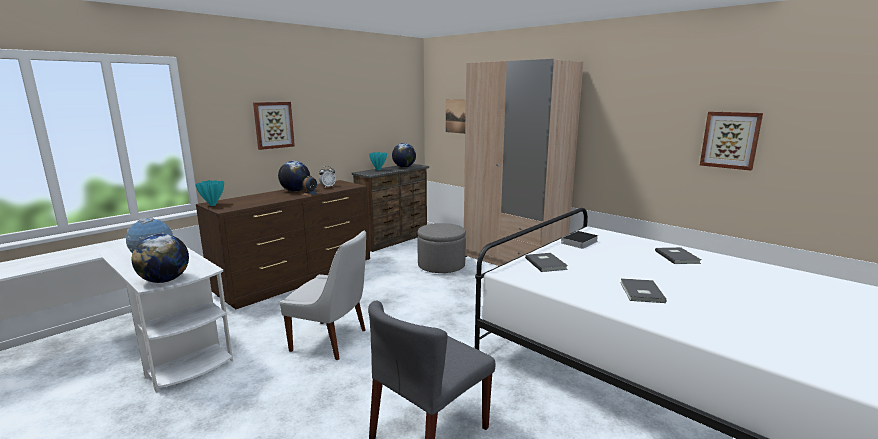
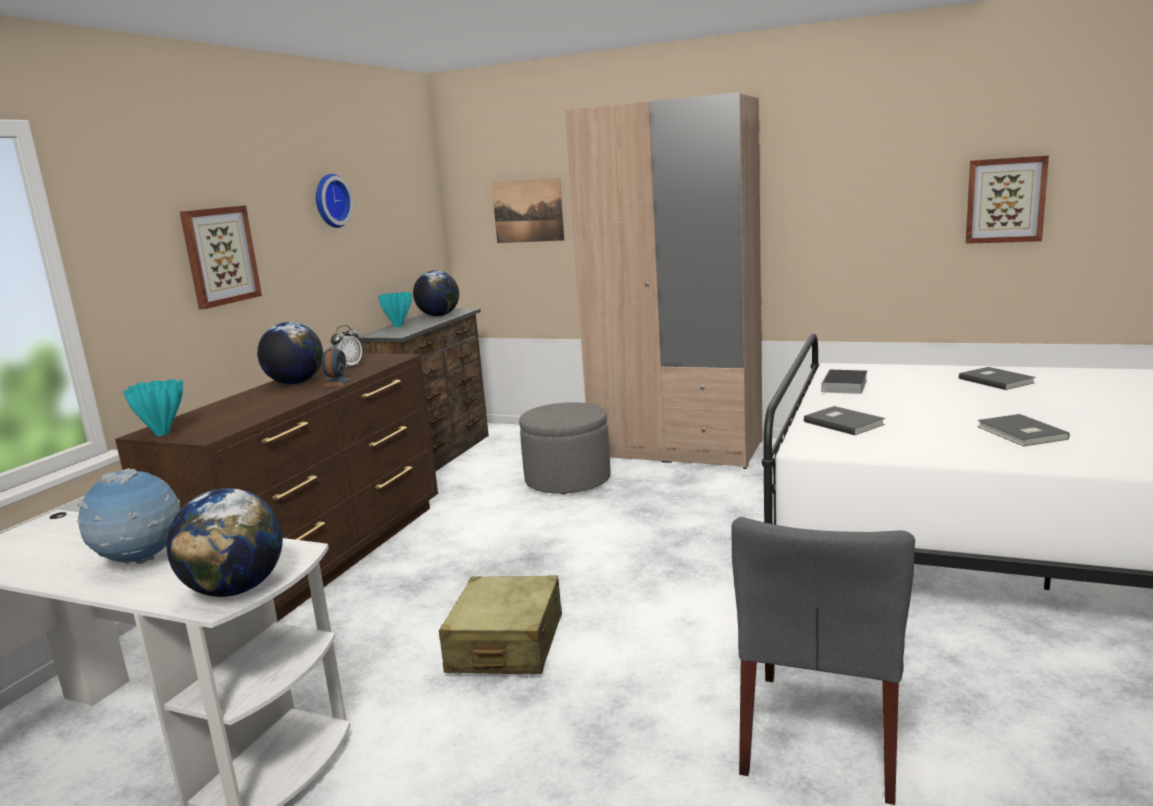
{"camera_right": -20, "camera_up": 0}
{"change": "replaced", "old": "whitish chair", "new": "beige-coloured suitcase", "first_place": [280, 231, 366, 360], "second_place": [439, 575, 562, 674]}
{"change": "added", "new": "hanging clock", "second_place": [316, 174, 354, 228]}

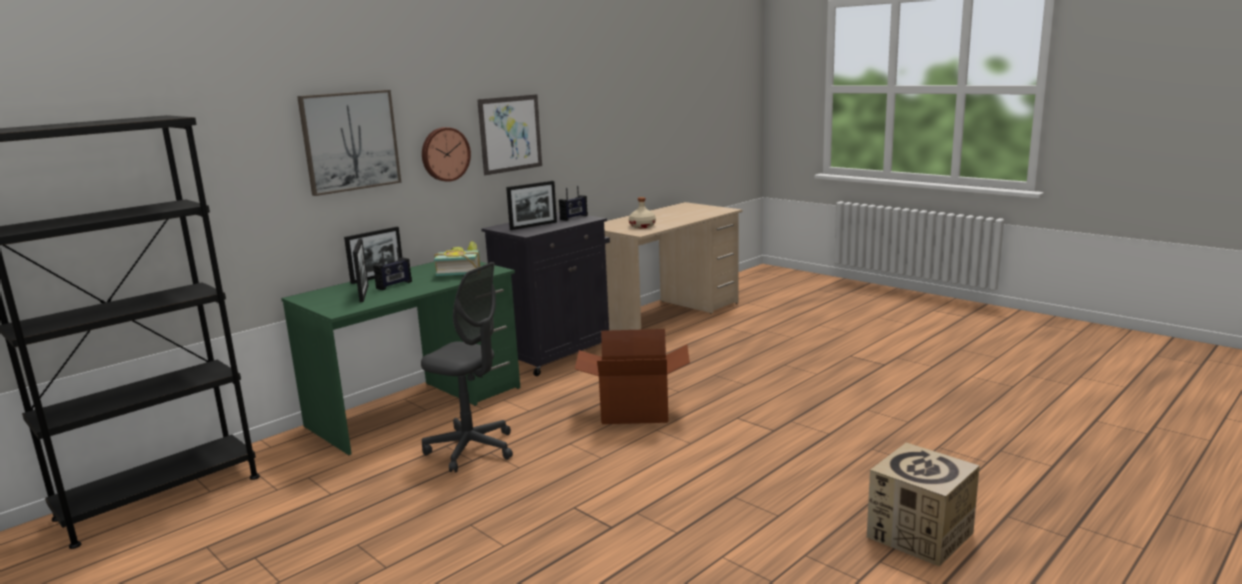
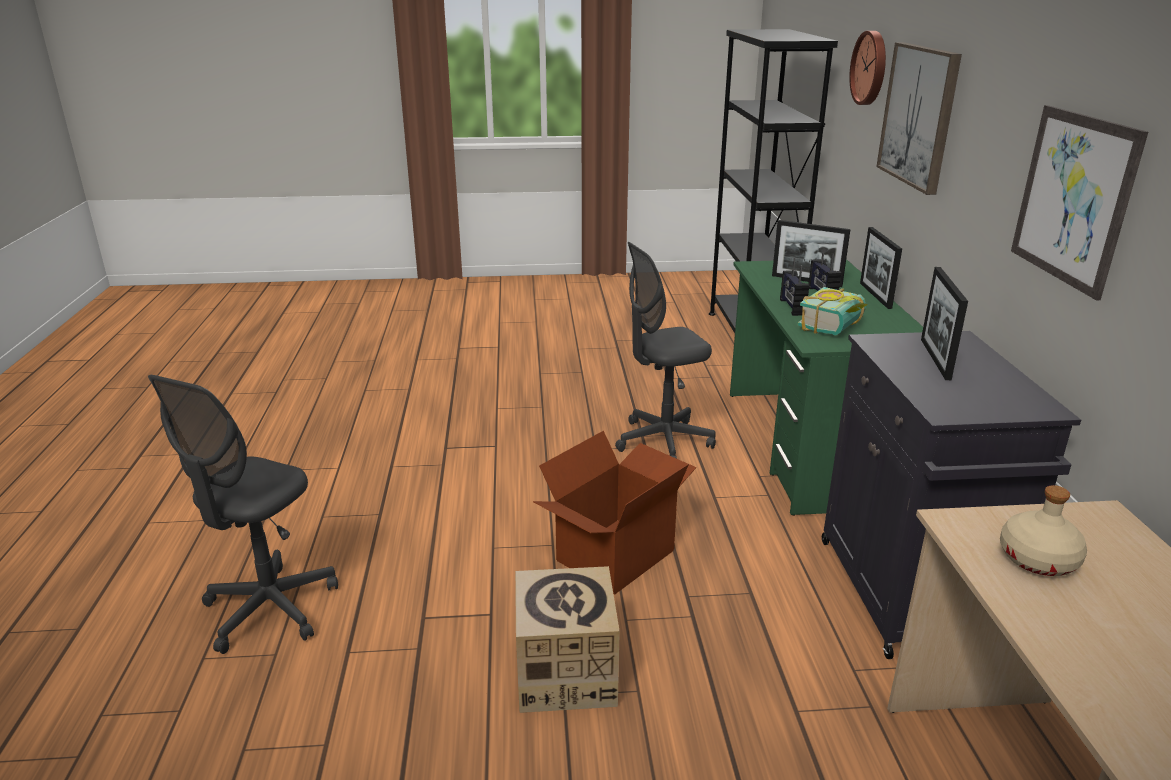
{"camera_right": 130, "camera_up": 10}
{"change": "moved", "old": "hanging clock", "first_place": [422, 127, 471, 182], "second_place": [849, 31, 886, 105]}
{"change": "moved", "old": "radio receiver", "first_place": [559, 186, 588, 221], "second_place": [780, 258, 809, 316]}
{"change": "moved", "old": "packing box", "first_place": [867, 442, 980, 567], "second_place": [515, 566, 620, 713]}
{"change": "added", "new": "grey desk chair", "second_place": [148, 375, 338, 654]}

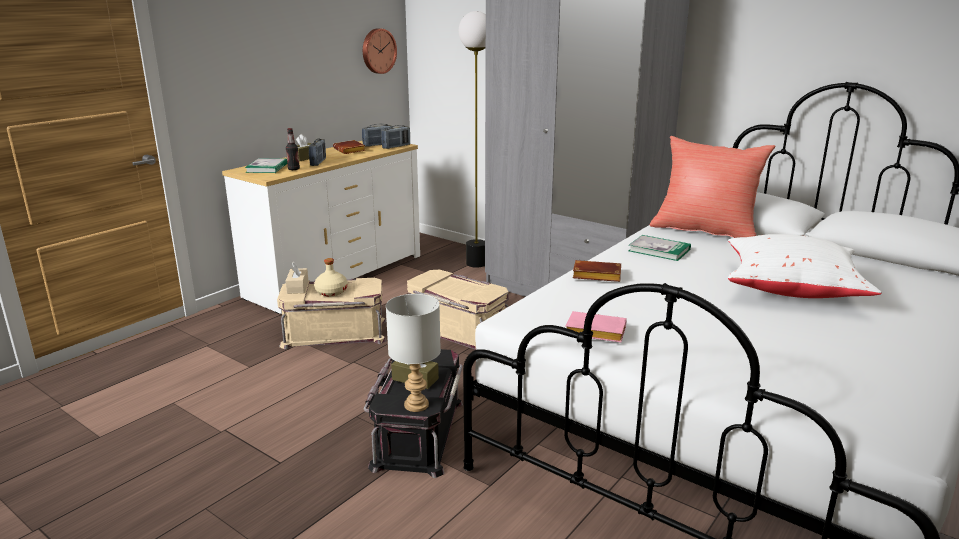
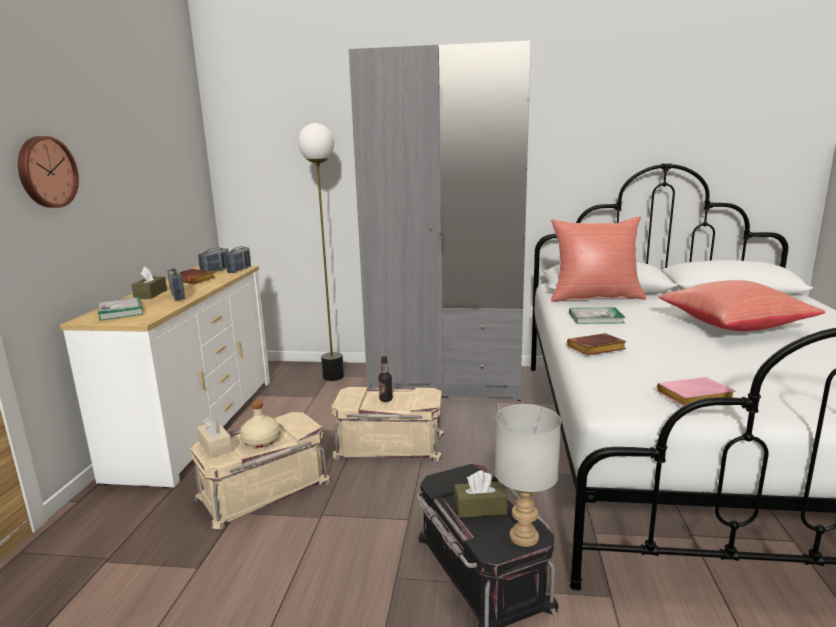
{"camera_right": -30, "camera_up": -5}
{"change": "moved", "old": "hanging clock", "first_place": [363, 28, 397, 74], "second_place": [18, 136, 79, 208]}
{"change": "moved", "old": "bottle", "first_place": [286, 128, 300, 170], "second_place": [378, 356, 393, 402]}
{"change": "recoloured", "old": "whitish cushion", "new": "red-coloured cushion", "first_place": [728, 234, 882, 298], "second_place": [659, 280, 826, 331]}

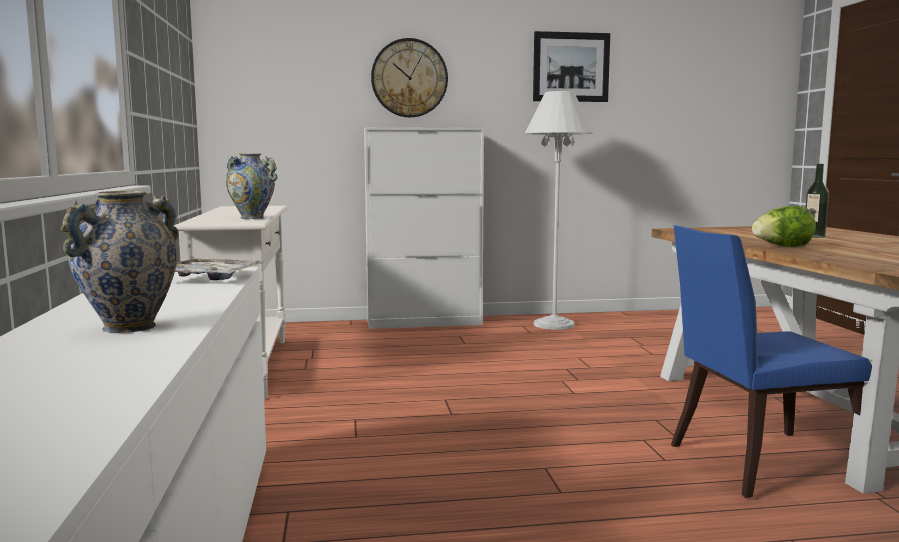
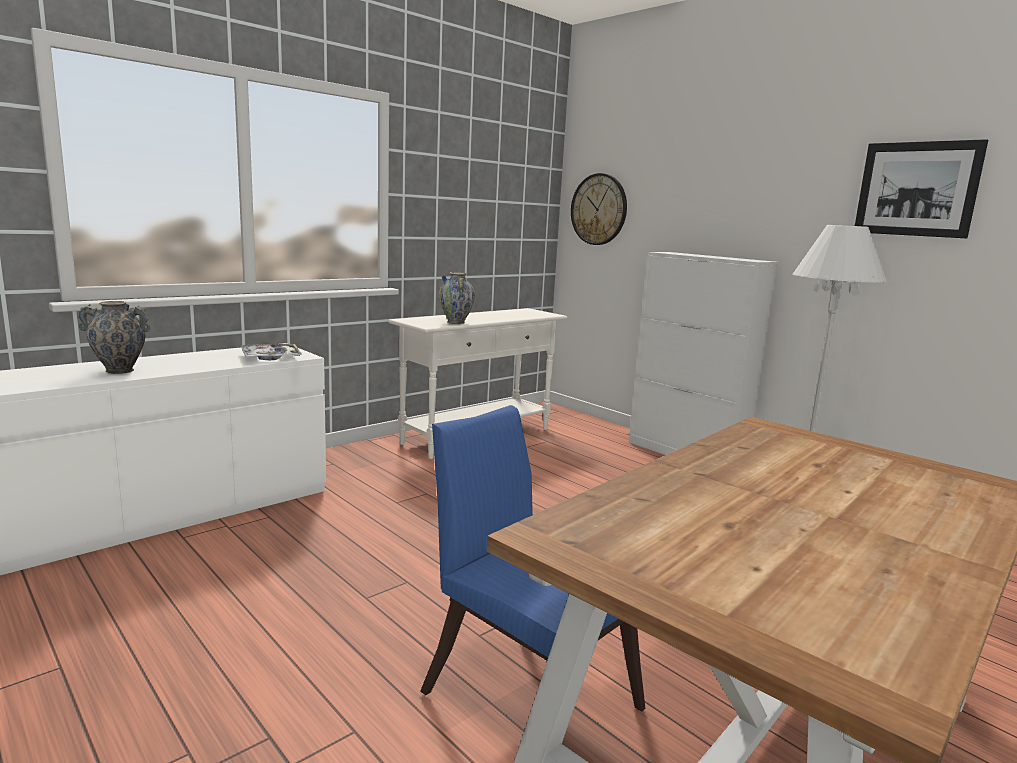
{"camera_right": 55, "camera_up": 5}
{"change": "moved", "old": "hanging clock", "first_place": [371, 38, 448, 117], "second_place": [571, 173, 627, 245]}
{"change": "removed", "old": "bottle", "first_place": [806, 164, 829, 238]}
{"change": "removed", "old": "lettuce head", "first_place": [752, 206, 816, 247]}

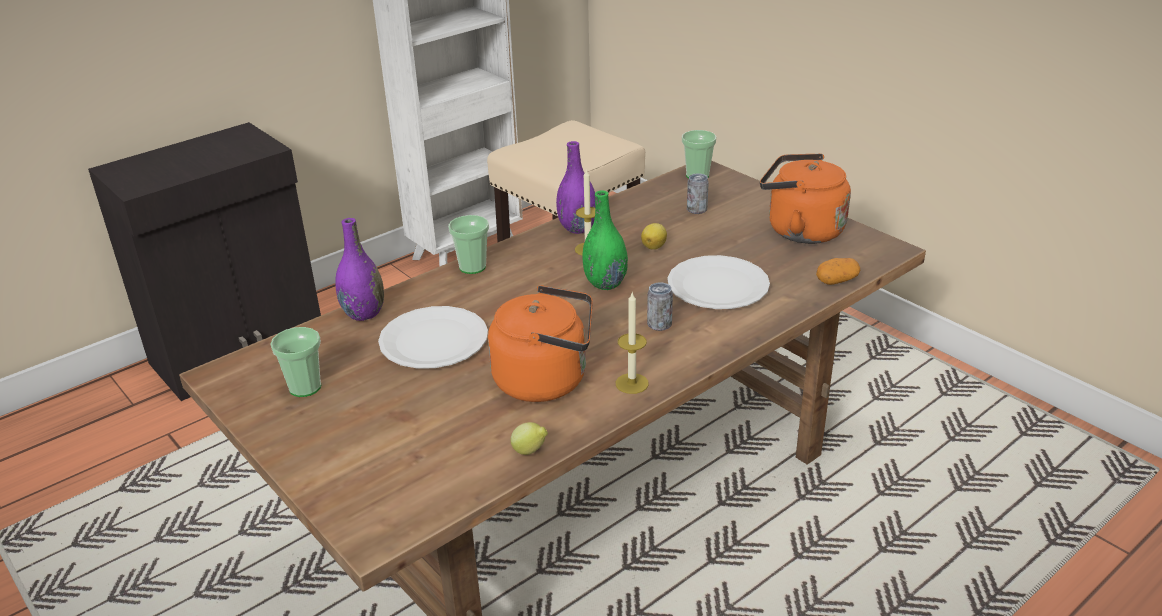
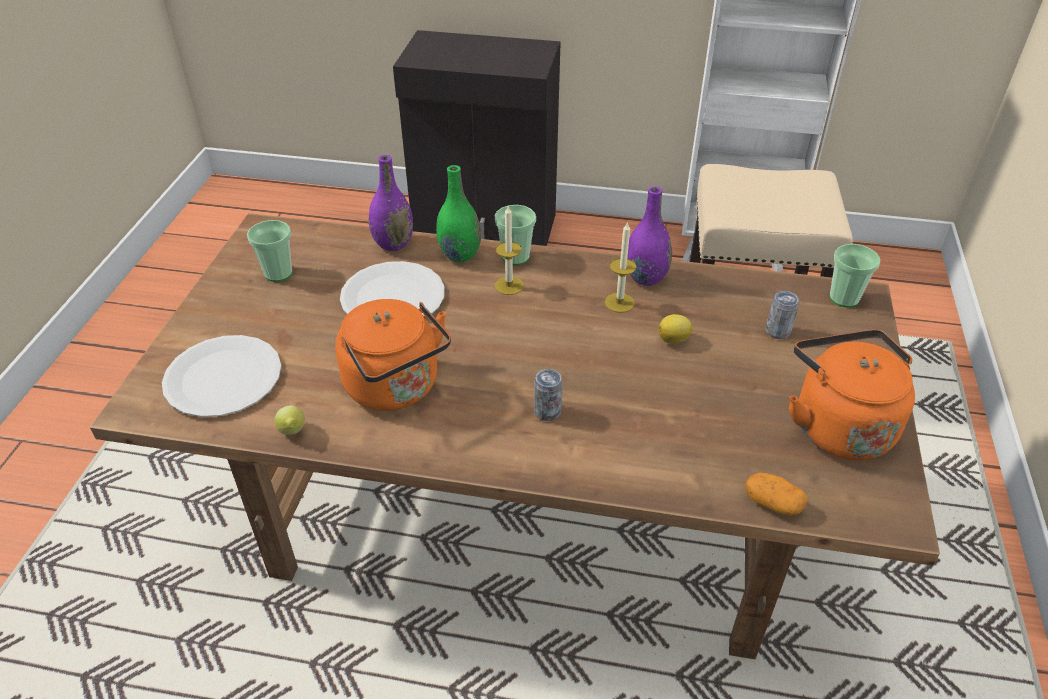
{"camera_right": 50, "camera_up": 10}
{"change": "moved", "old": "green-coloured vase", "first_place": [583, 191, 628, 290], "second_place": [436, 165, 481, 262]}
{"change": "moved", "old": "whitish plate", "first_place": [667, 255, 770, 309], "second_place": [162, 335, 281, 417]}
{"change": "moved", "old": "wax light", "first_place": [616, 293, 649, 394], "second_place": [495, 206, 524, 295]}

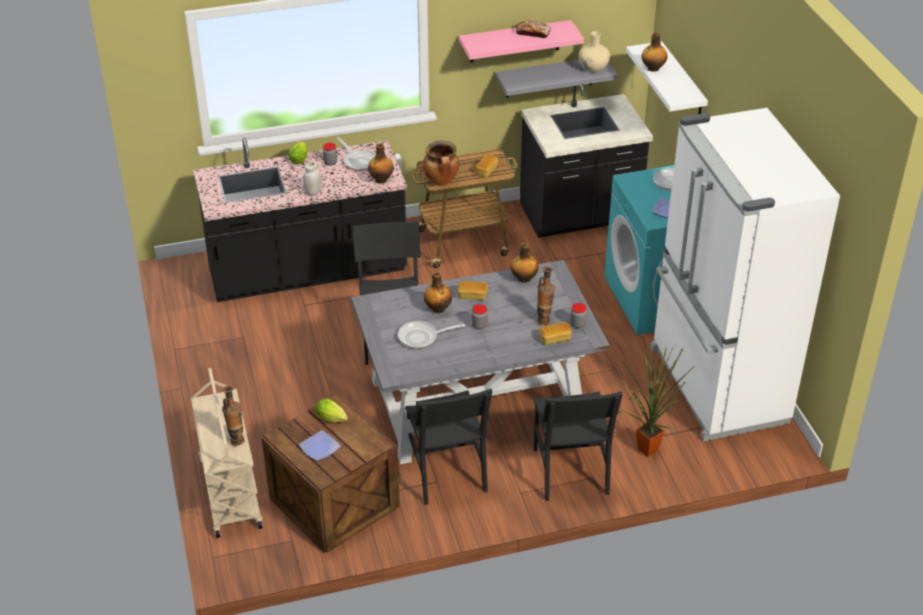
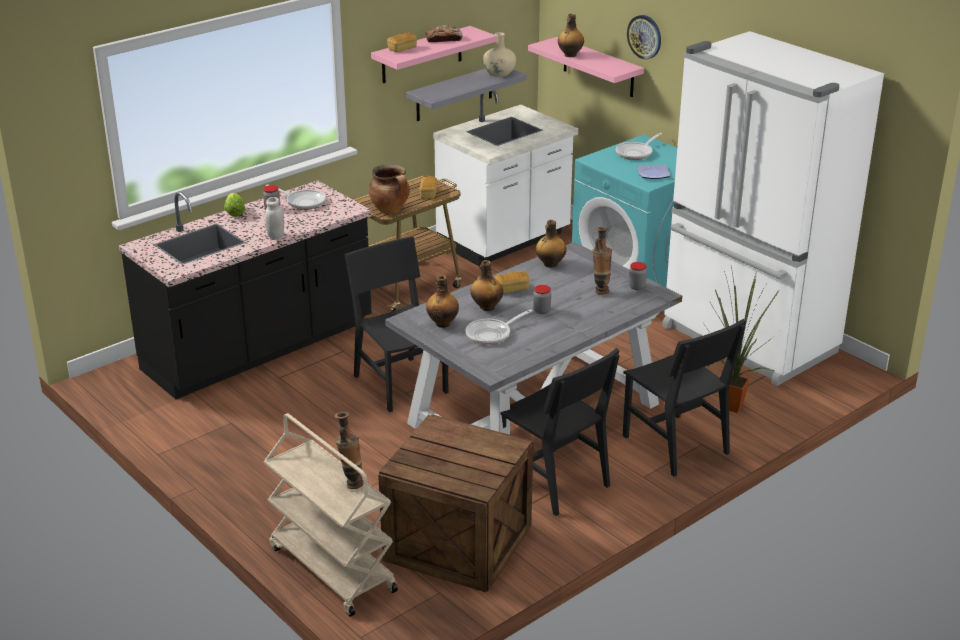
{"camera_right": -25, "camera_up": -10}
{"change": "recoloured", "old": "whitish shelf", "new": "pink shelf", "first_place": [626, 41, 708, 114], "second_place": [528, 37, 644, 97]}
{"change": "recoloured", "old": "black kitchen counter", "new": "whitish kitchen counter", "first_place": [520, 85, 653, 238], "second_place": [433, 90, 578, 266]}
{"change": "moved", "old": "bottle", "first_place": [368, 143, 394, 184], "second_place": [426, 275, 459, 328]}
{"change": "moved", "old": "bakery bread", "first_place": [539, 322, 572, 345], "second_place": [387, 33, 417, 52]}
{"change": "removed", "old": "lettuce head", "first_place": [316, 398, 348, 422]}
{"change": "removed", "old": "plate", "first_place": [299, 430, 341, 461]}
{"change": "added", "new": "hanging clock", "second_place": [627, 15, 661, 59]}

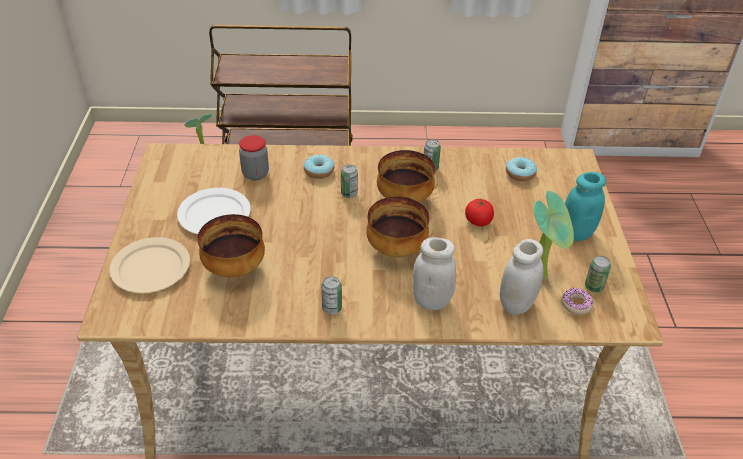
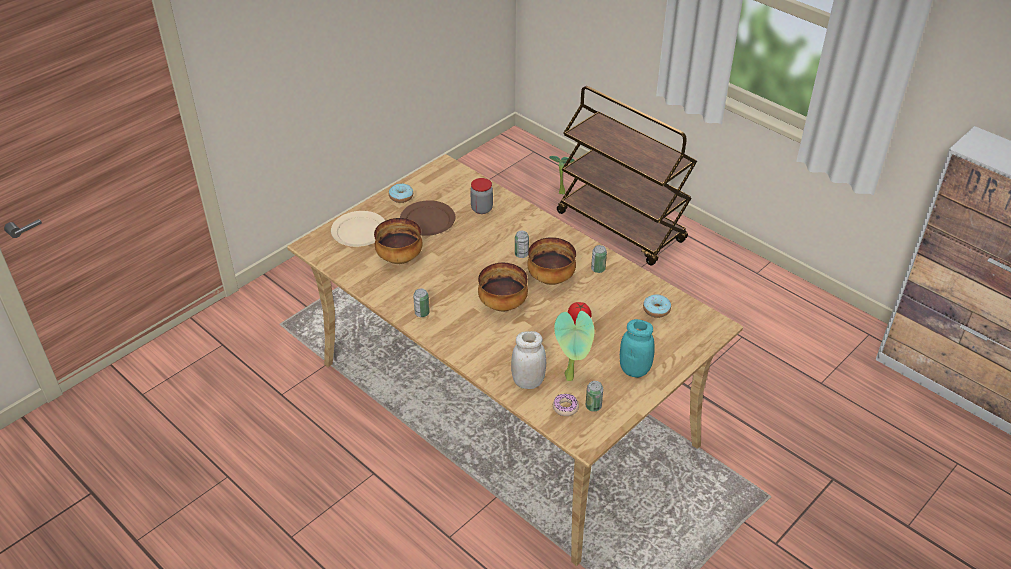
{"camera_right": 45, "camera_up": 0}
{"change": "moved", "old": "ring doughnut", "first_place": [304, 154, 335, 179], "second_place": [389, 183, 413, 203]}
{"change": "recoloured", "old": "whitish plate", "new": "brown plate", "first_place": [177, 188, 251, 234], "second_place": [400, 200, 455, 236]}
{"change": "removed", "old": "whitish storage jar", "first_place": [412, 237, 456, 310]}

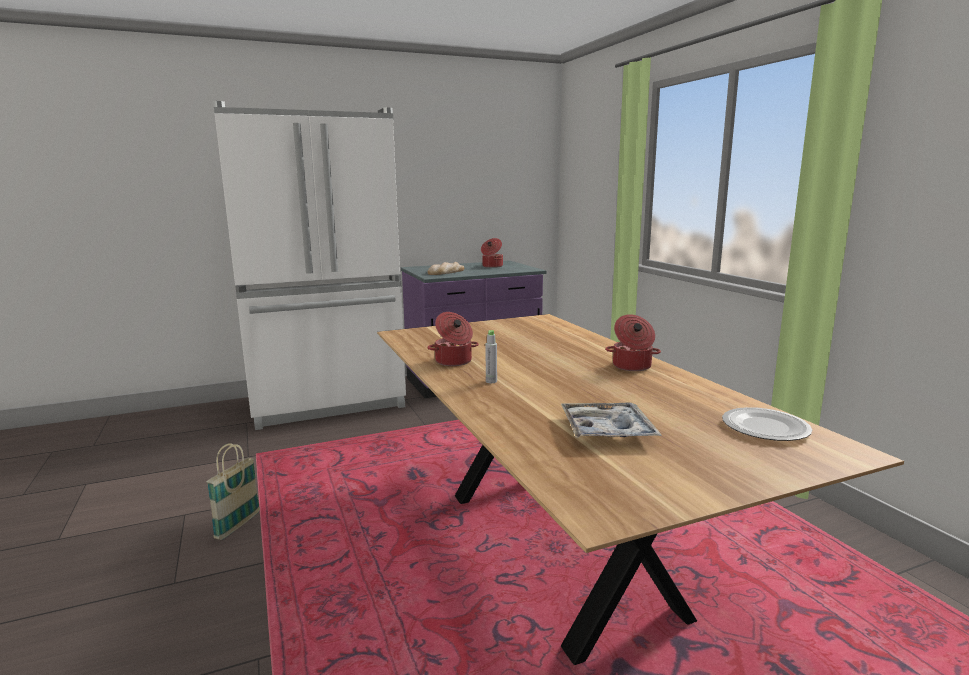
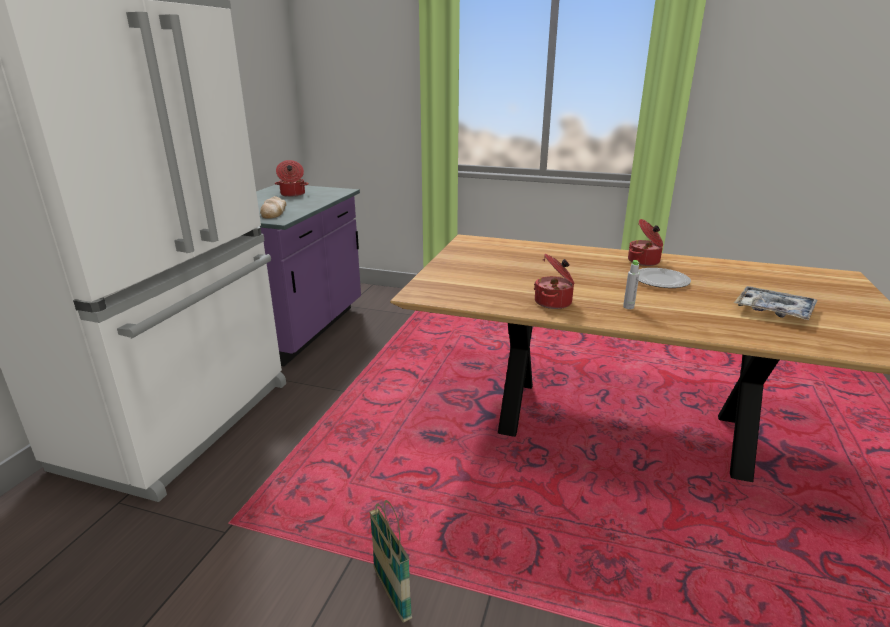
{"camera_right": -50, "camera_up": 10}
{"change": "moved", "old": "plate", "first_place": [722, 407, 812, 441], "second_place": [638, 268, 691, 288]}

